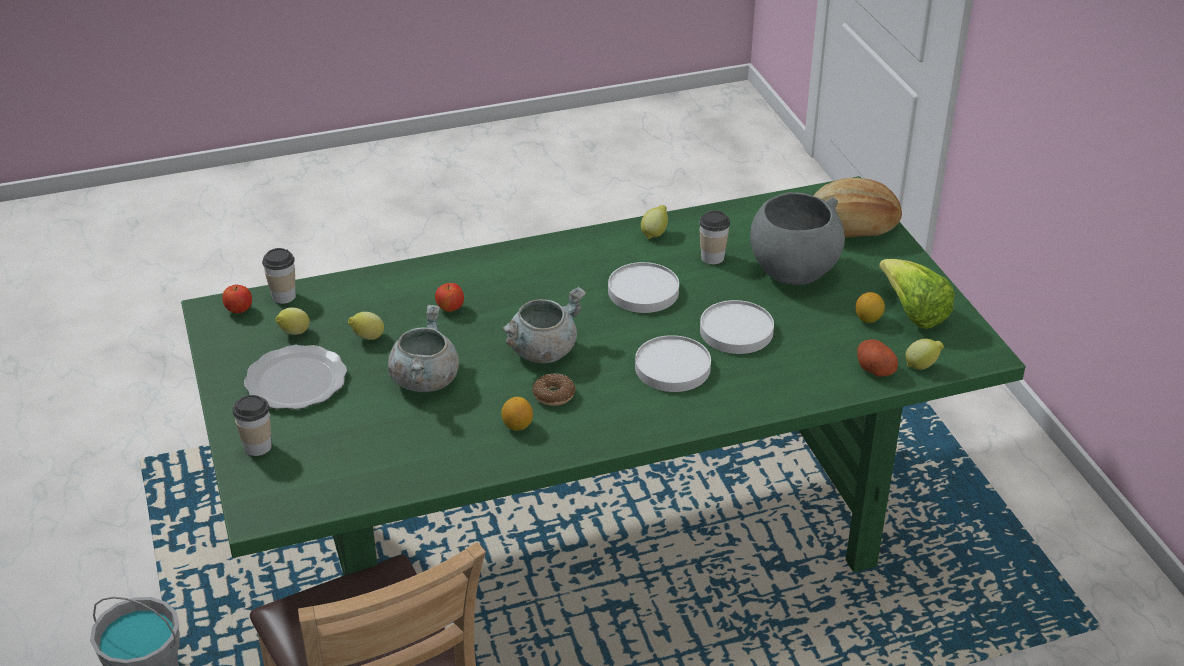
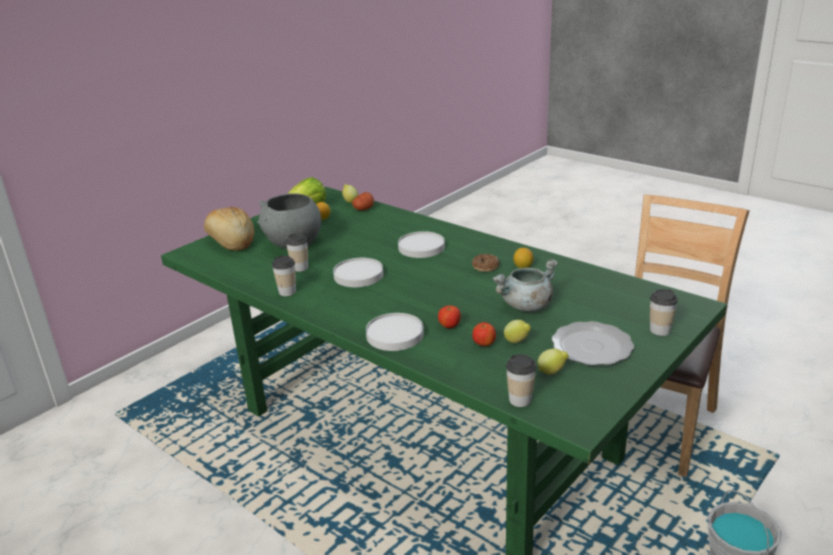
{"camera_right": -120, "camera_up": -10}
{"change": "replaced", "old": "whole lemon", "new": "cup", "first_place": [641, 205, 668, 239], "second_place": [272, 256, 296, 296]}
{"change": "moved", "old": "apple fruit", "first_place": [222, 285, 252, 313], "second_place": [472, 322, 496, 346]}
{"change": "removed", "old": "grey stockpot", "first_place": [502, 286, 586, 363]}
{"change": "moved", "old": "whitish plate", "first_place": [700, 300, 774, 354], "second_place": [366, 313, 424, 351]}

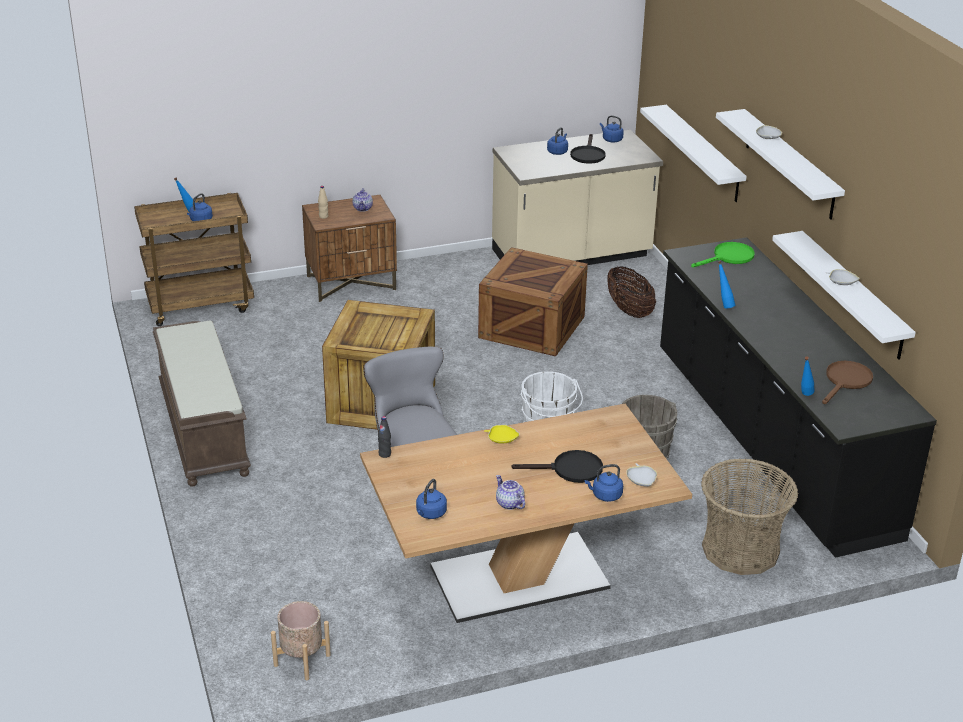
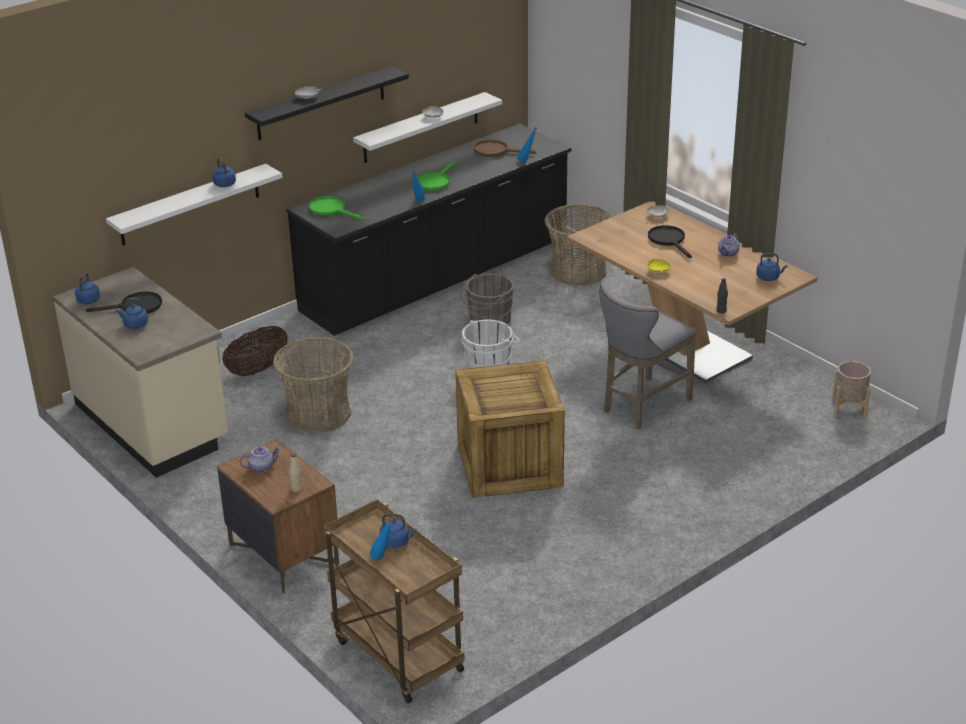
{"camera_right": -110, "camera_up": 0}
{"change": "recoloured", "old": "whitish shelf", "new": "black shelf", "first_place": [716, 109, 845, 220], "second_place": [245, 66, 409, 140]}
{"change": "replaced", "old": "crate", "new": "household basket", "first_place": [478, 247, 588, 357], "second_place": [273, 337, 354, 433]}
{"change": "removed", "old": "brown indoor bench", "first_place": [153, 320, 251, 487]}
{"change": "moved", "old": "bluish water kettle", "first_place": [585, 464, 623, 502], "second_place": [212, 158, 236, 187]}
{"change": "added", "new": "green-coloured pan", "second_place": [417, 161, 455, 191]}

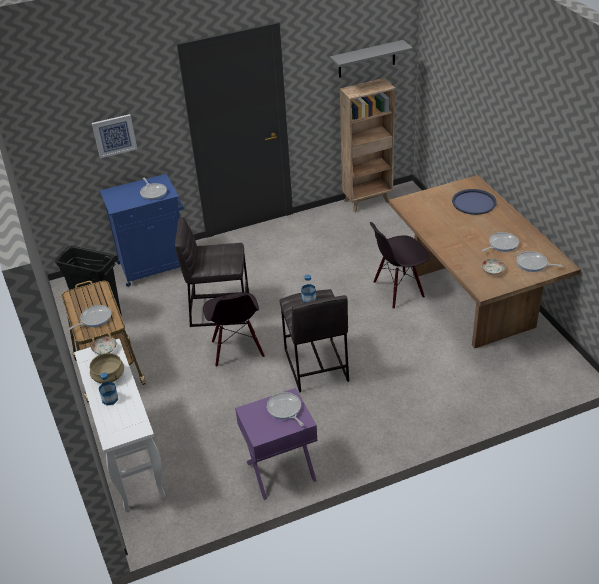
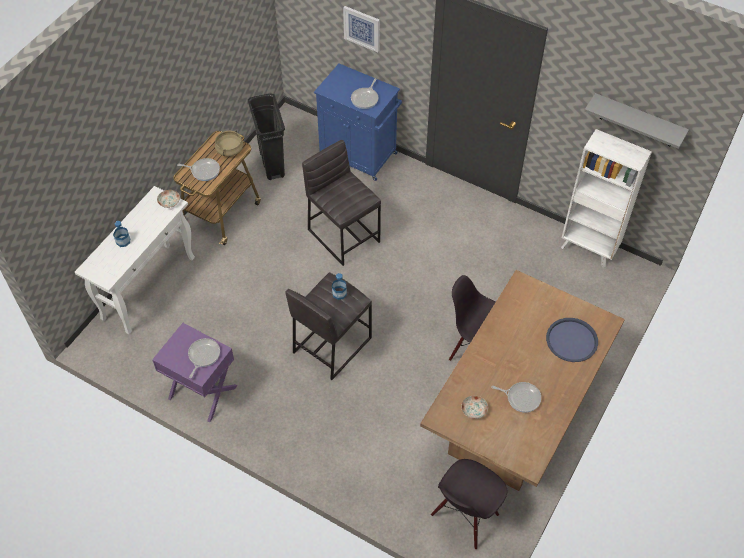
{"camera_right": 50, "camera_up": 15}
{"change": "recoloured", "old": "brown shelving unit", "new": "whitish shelving unit", "first_place": [340, 78, 395, 212], "second_place": [561, 129, 652, 267]}
{"change": "removed", "old": "pan", "first_place": [516, 251, 563, 272]}
{"change": "moved", "old": "black chair", "first_place": [203, 292, 265, 367], "second_place": [431, 459, 507, 549]}
{"change": "moved", "old": "beige-coloured stockpot", "first_place": [89, 353, 124, 383], "second_place": [215, 131, 243, 157]}

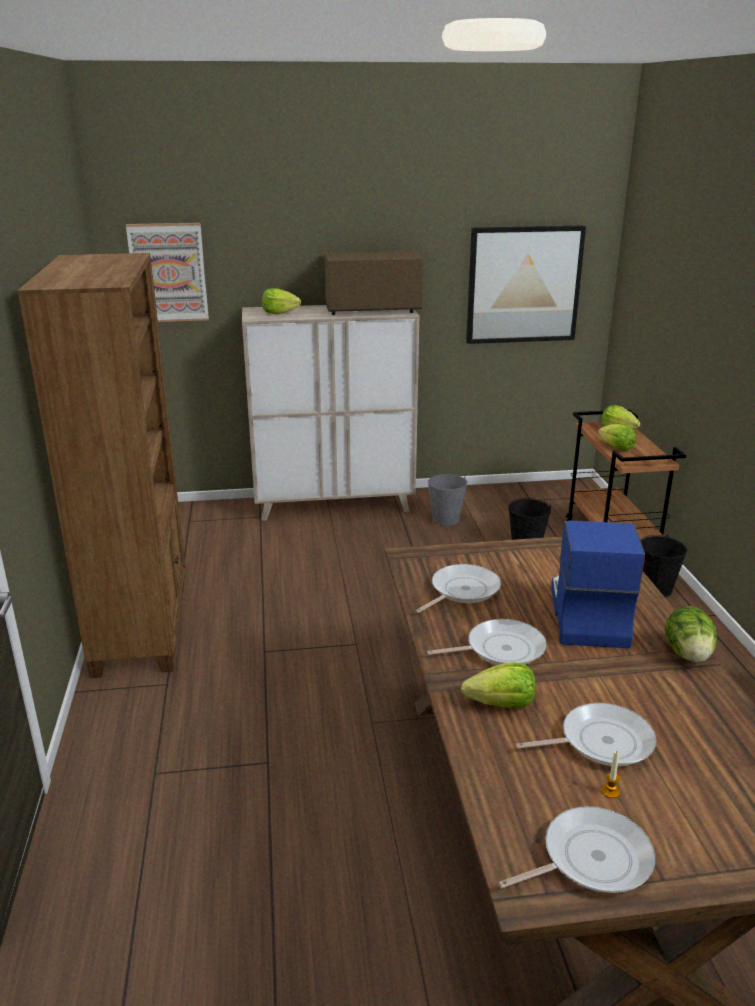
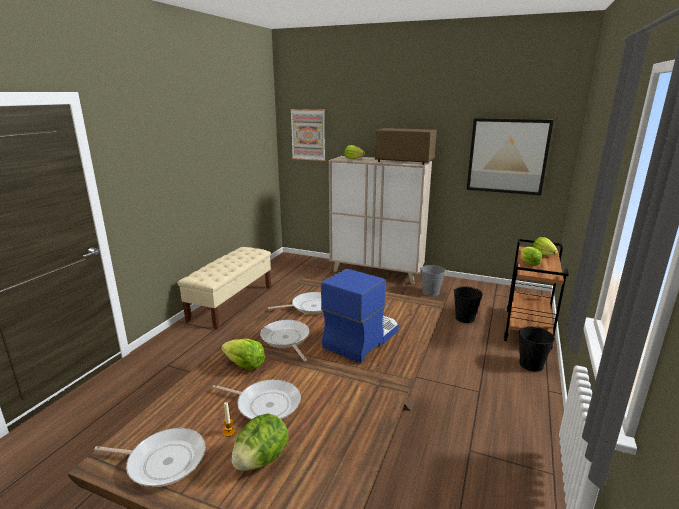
{"camera_right": 30, "camera_up": -5}
{"change": "replaced", "old": "brown shelving unit", "new": "beige-coloured indoor bench", "first_place": [17, 253, 186, 678], "second_place": [178, 247, 271, 329]}
{"change": "moved", "old": "lettuce head", "first_place": [665, 606, 717, 663], "second_place": [231, 413, 289, 471]}
{"change": "turned", "old": "pan", "first_place": [427, 619, 547, 665], "second_place": [260, 320, 310, 361], "degrees": -135}

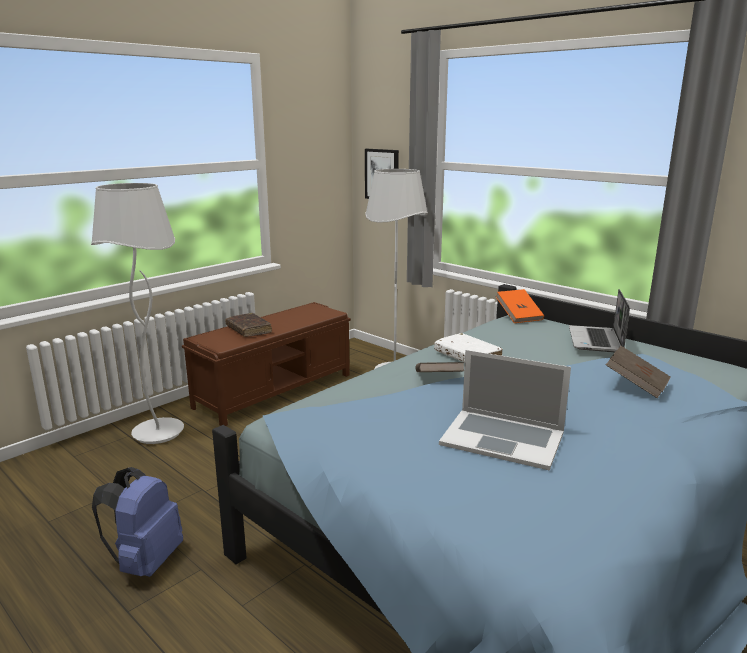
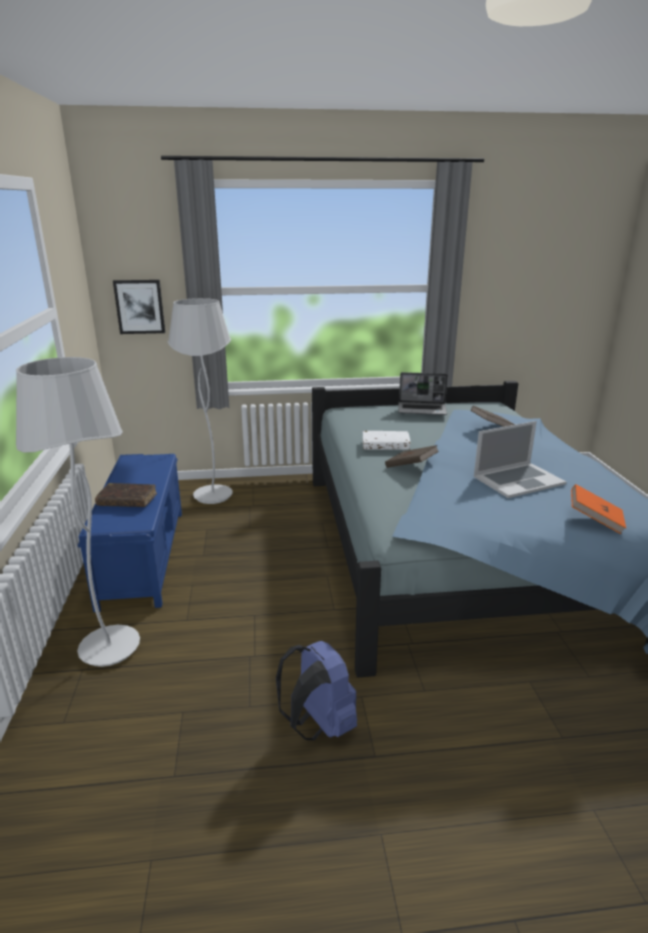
{"camera_right": -50, "camera_up": 5}
{"change": "moved", "old": "orange volume", "first_place": [496, 289, 544, 323], "second_place": [571, 484, 626, 534]}
{"change": "turned", "old": "notebook computer", "first_place": [569, 289, 630, 352], "second_place": [398, 372, 448, 415], "degrees": -45}
{"change": "recoloured", "old": "brown indoor bench", "new": "bluish indoor bench", "first_place": [182, 302, 351, 426], "second_place": [78, 454, 182, 612]}

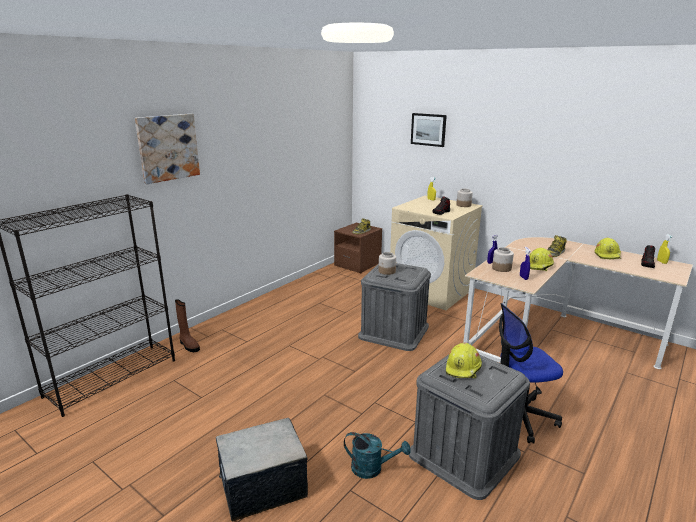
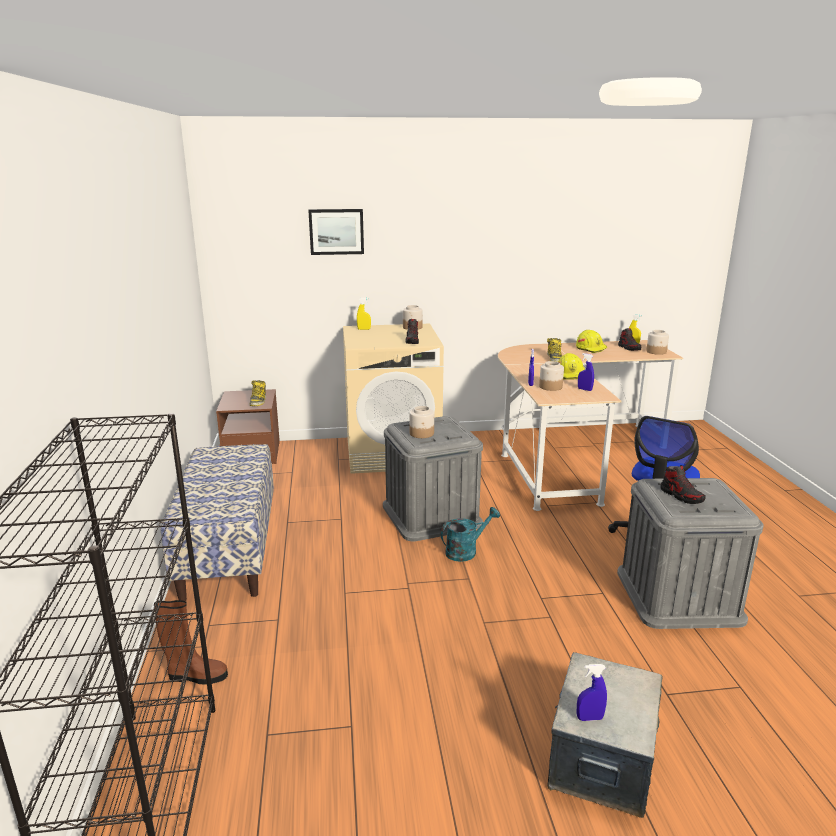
{"camera_right": -45, "camera_up": 0}
{"change": "removed", "old": "wall art", "first_place": [135, 114, 200, 184]}
{"change": "replaced", "old": "yellowish work helmet", "new": "item of footwear", "first_place": [446, 343, 482, 378], "second_place": [660, 465, 706, 504]}
{"change": "moved", "old": "turquoise-coloured watering pot", "first_place": [344, 432, 411, 479], "second_place": [441, 507, 500, 562]}
{"change": "added", "new": "storage jar", "second_place": [646, 330, 669, 355]}
{"change": "added", "new": "indoor bench", "second_place": [161, 444, 274, 601]}
{"change": "added", "new": "bluish spray bottle", "second_place": [577, 664, 607, 721]}

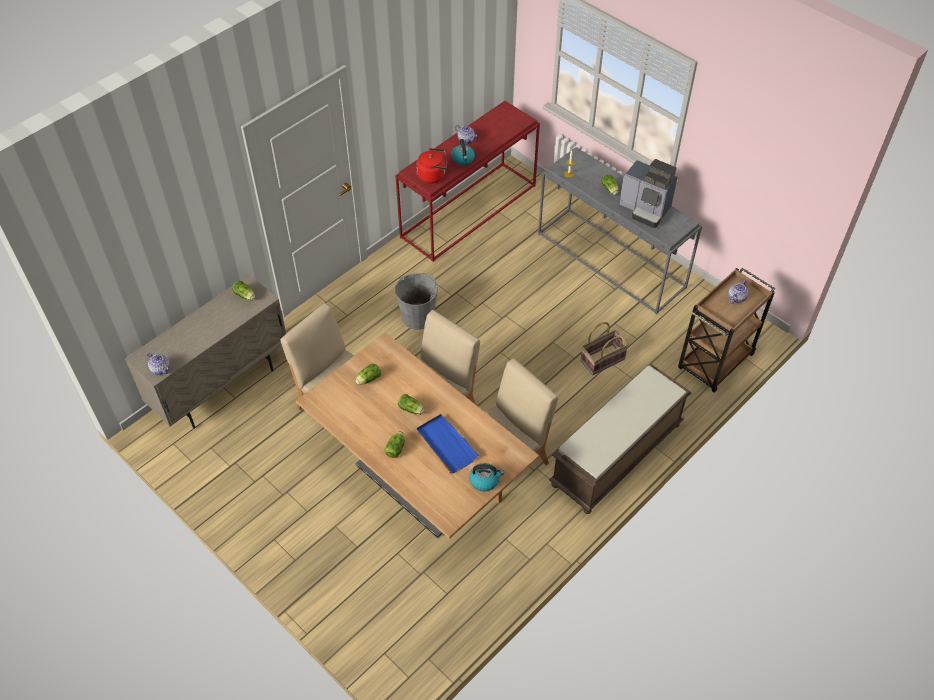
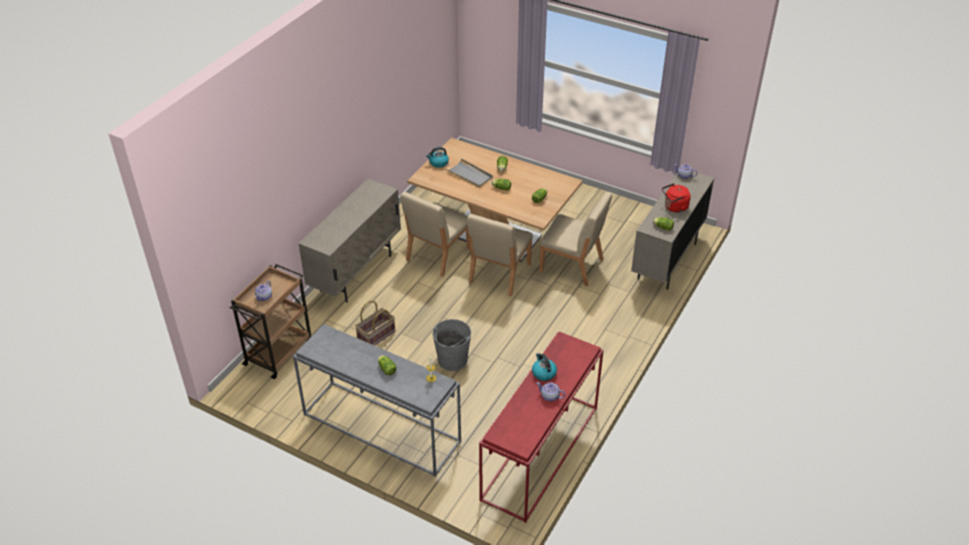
{"camera_right": 165, "camera_up": -10}
{"change": "moved", "old": "red-coloured water kettle", "first_place": [416, 148, 447, 184], "second_place": [662, 183, 691, 213]}
{"change": "removed", "old": "coffee machine", "first_place": [619, 159, 678, 228]}
{"change": "moved", "old": "grey pail", "first_place": [395, 273, 438, 330], "second_place": [432, 319, 471, 371]}
{"change": "replaced", "old": "brown indoor bench", "new": "beige-coloured cupboard", "first_place": [549, 364, 692, 514], "second_place": [298, 179, 401, 303]}
{"change": "recoloured", "old": "bluish serving tray", "new": "grey serving tray", "first_place": [416, 414, 479, 473], "second_place": [446, 158, 493, 188]}

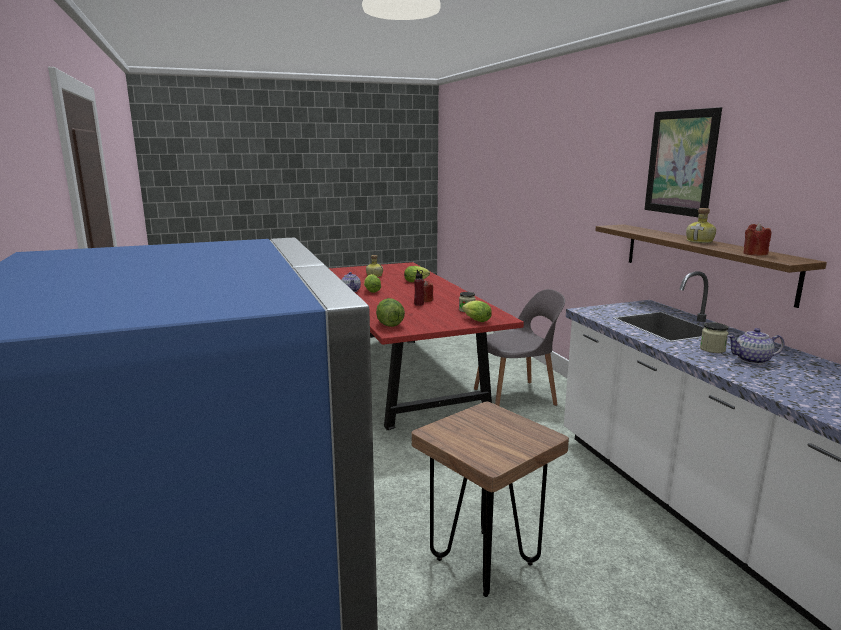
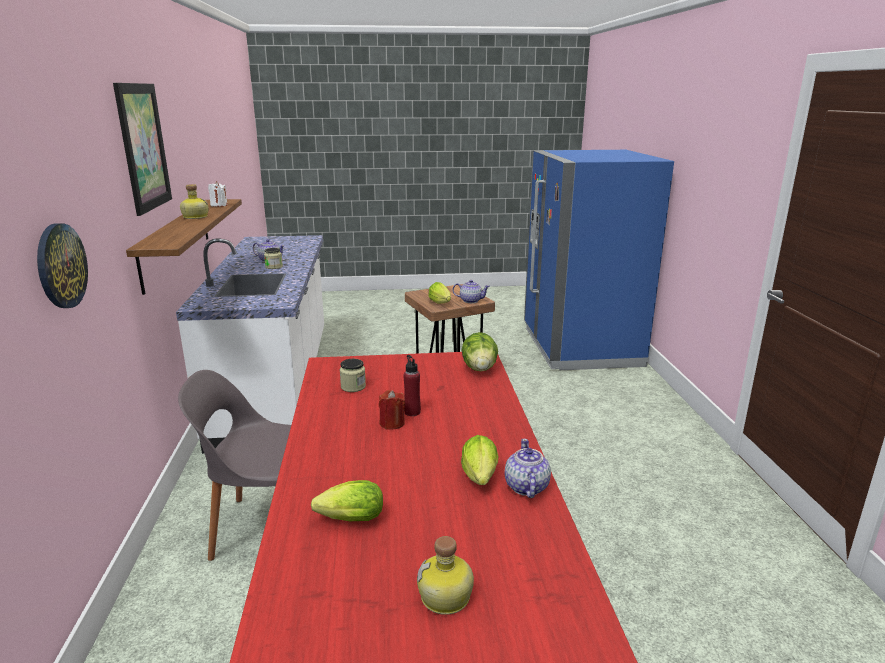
{"camera_right": -165, "camera_up": 5}
{"change": "recoloured", "old": "red-coloured wax light", "new": "whitish wax light", "first_place": [743, 223, 771, 256], "second_place": [208, 181, 227, 207]}
{"change": "moved", "old": "lettuce head", "first_place": [462, 300, 492, 322], "second_place": [428, 282, 451, 304]}
{"change": "added", "new": "hanging clock", "second_place": [37, 223, 88, 308]}
{"change": "added", "new": "teapot", "second_place": [453, 280, 490, 303]}

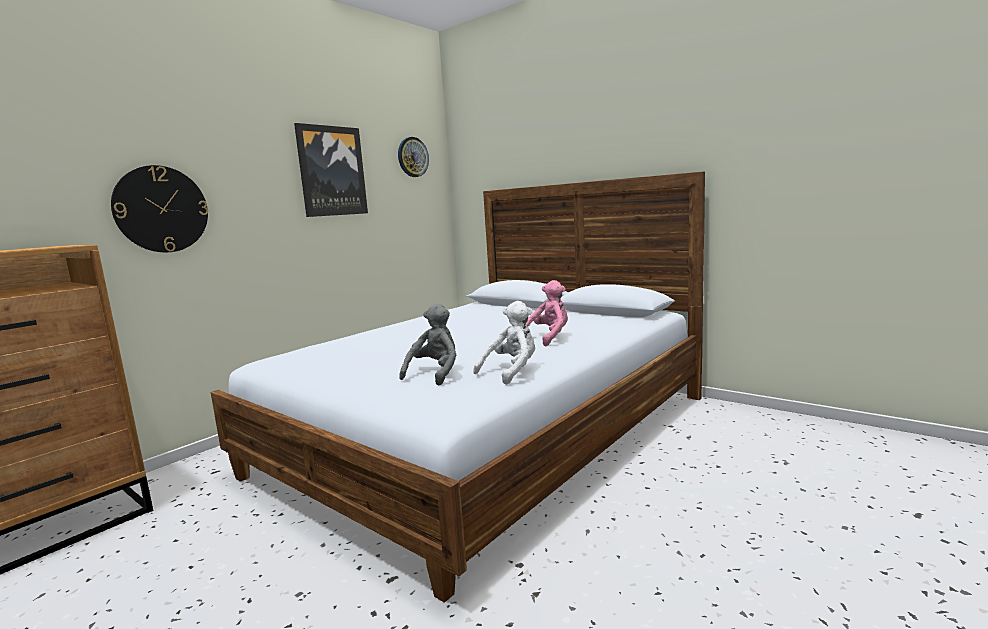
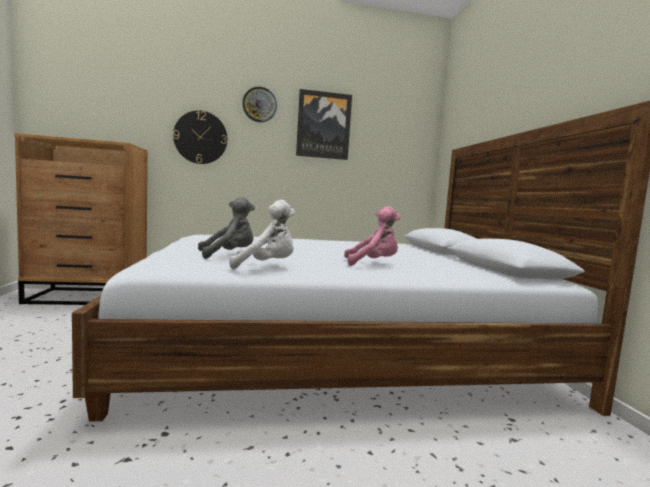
{"camera_right": 40, "camera_up": -5}
{"change": "moved", "old": "hanging clock", "first_place": [398, 137, 429, 177], "second_place": [242, 87, 277, 122]}

